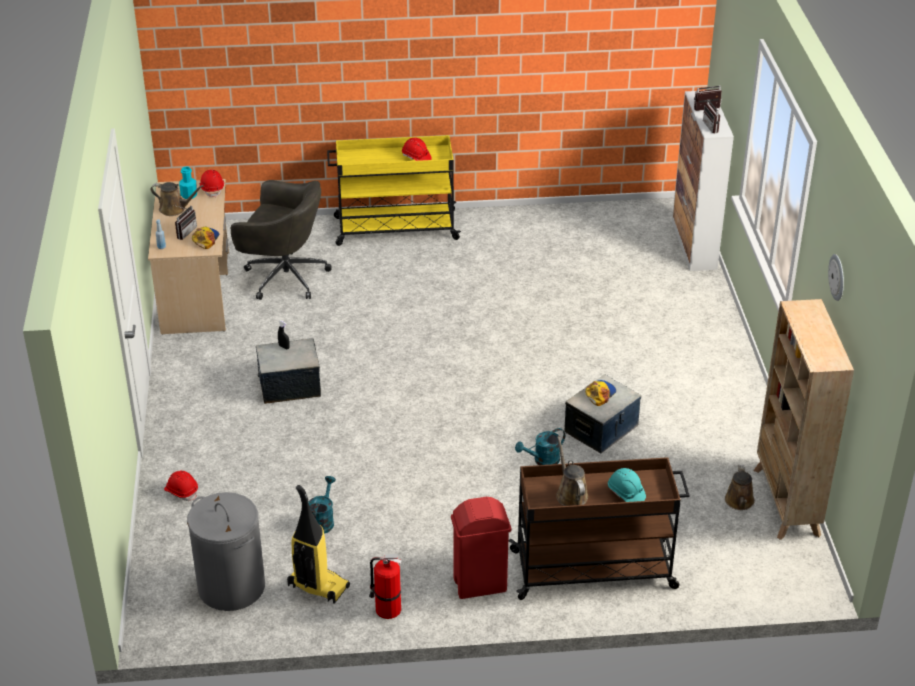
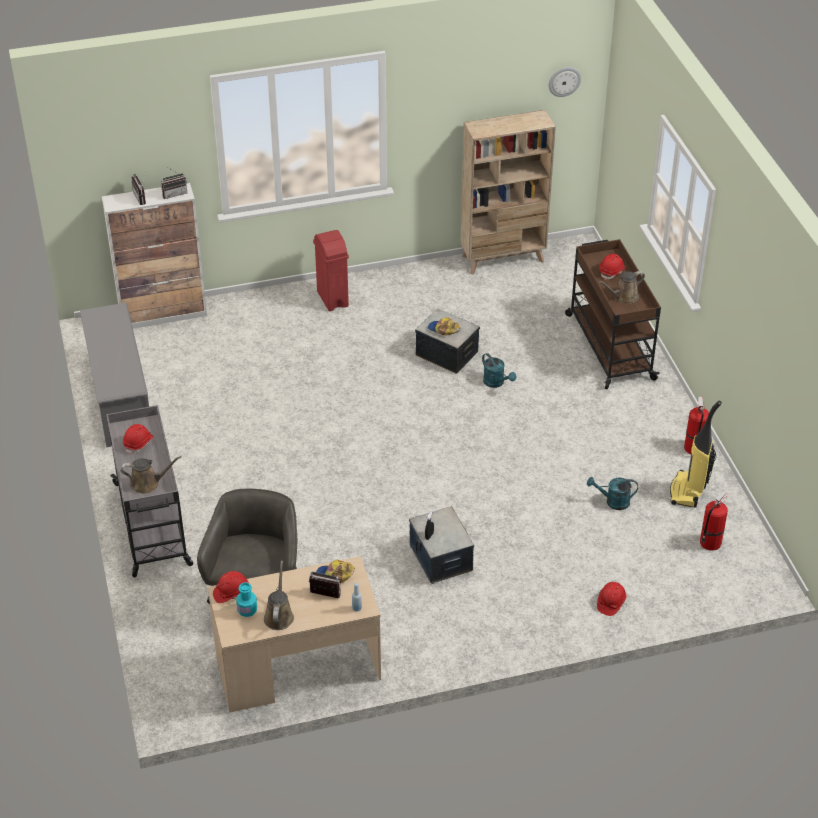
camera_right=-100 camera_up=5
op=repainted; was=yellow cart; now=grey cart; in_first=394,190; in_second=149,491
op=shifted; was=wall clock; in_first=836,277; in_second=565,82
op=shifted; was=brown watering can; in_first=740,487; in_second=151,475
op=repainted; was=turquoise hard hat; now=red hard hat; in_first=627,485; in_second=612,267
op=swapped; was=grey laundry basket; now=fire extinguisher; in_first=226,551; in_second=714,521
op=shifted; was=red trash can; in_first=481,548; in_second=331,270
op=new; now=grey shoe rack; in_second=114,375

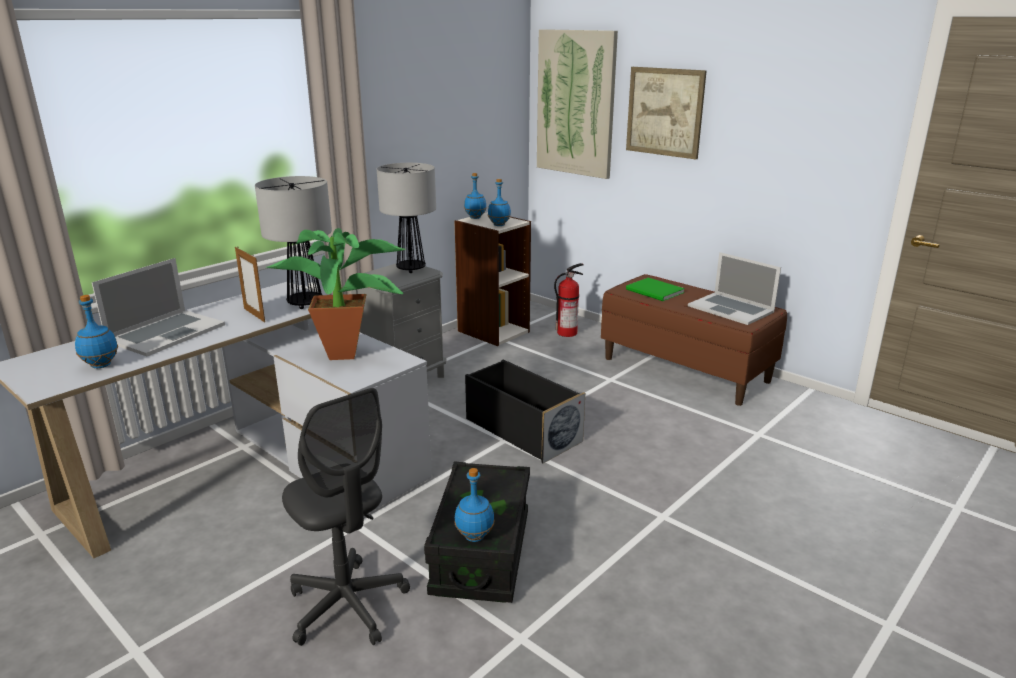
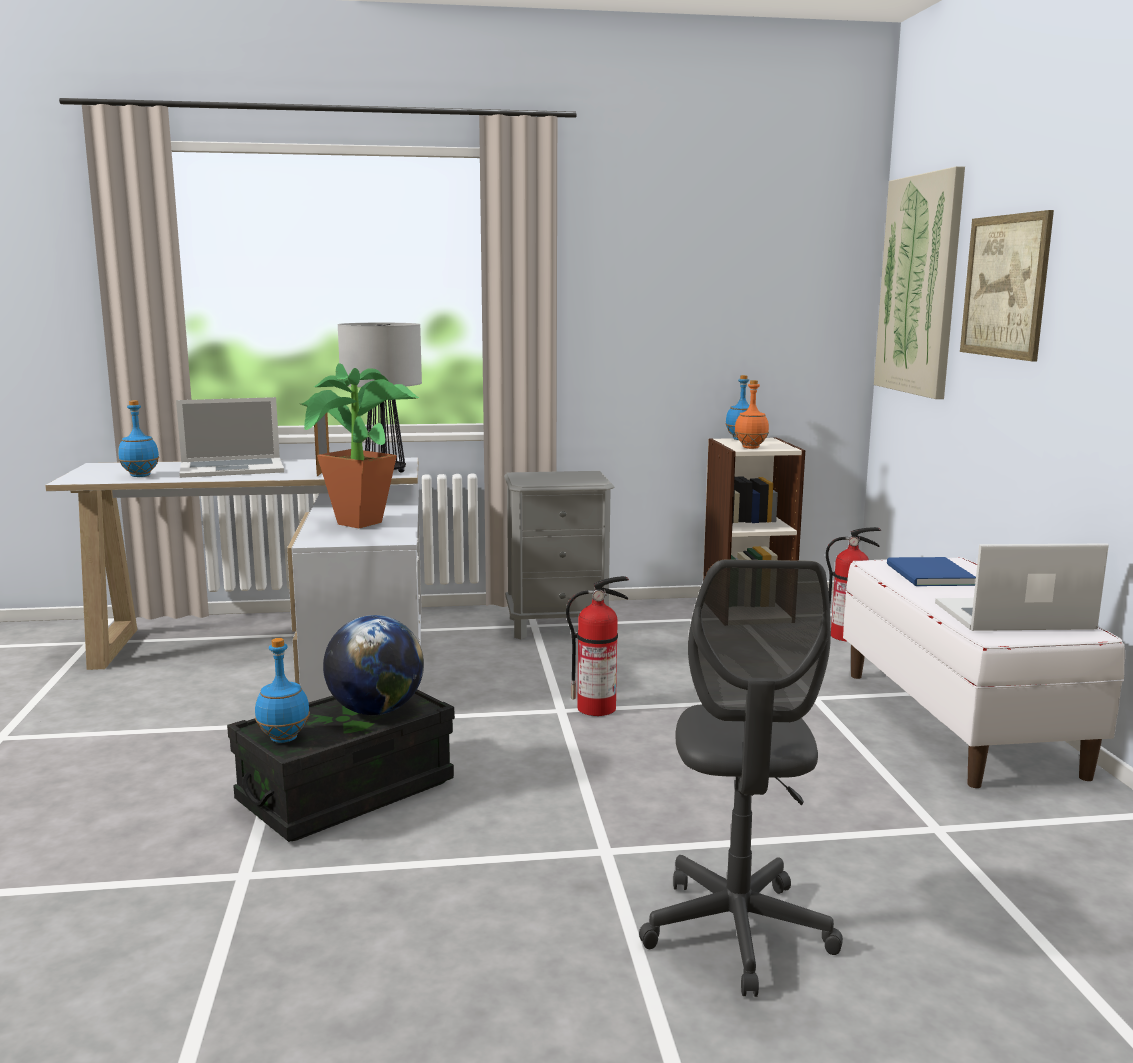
camera_right=40 camera_up=-10
op=gone; was=table lamp; in_first=406,218
op=repainted; was=blue bottle; now=orange bottle; in_first=499,202; in_second=751,414
op=rotated; was=laptop; in_first=734,288; in_second=1022,587; clockwise=90
op=repainted; was=brown bench; now=white bench; in_first=694,340; in_second=984,672
op=repainted; was=green book; now=blue book; in_first=655,289; in_second=931,571
op=swapped; was=black storage box; now=fire extinguisher; in_first=525,411; in_second=597,646
op=shifted; was=grey office chair; in_first=346,517; in_second=741,778
op=new; now=globe; in_second=373,665

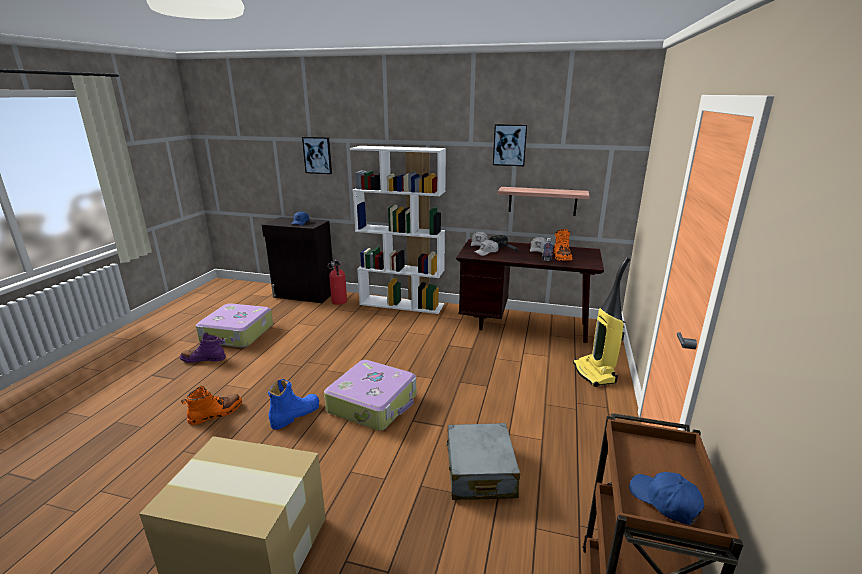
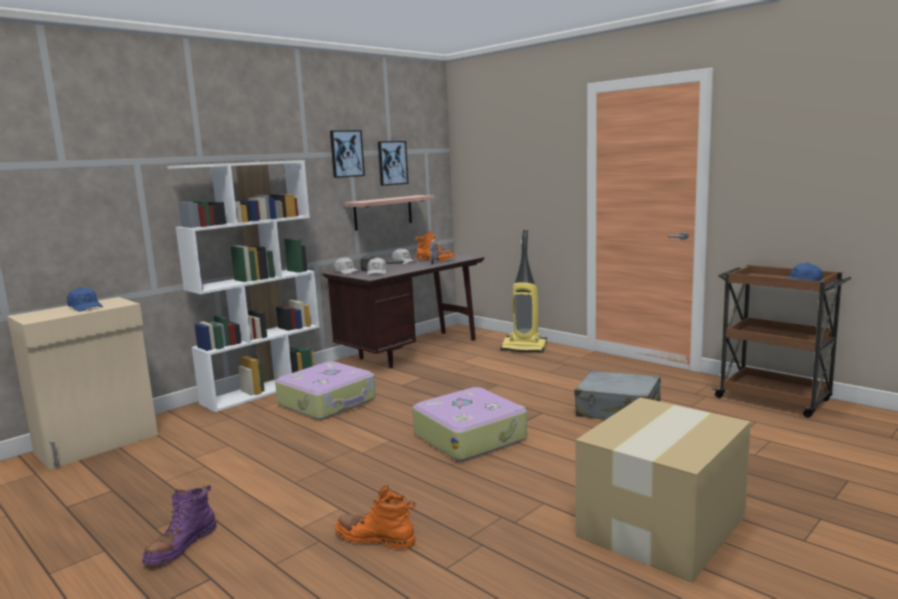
camera_right=-60 camera_up=-10
op=shifted; was=picture; in_first=317,155; in_second=393,163
op=repainted; was=black cabinet; now=beige cabinet; in_first=297,260; in_second=82,383
op=gone; was=fire extinguisher; in_first=337,282
op=shifted; was=suitcase; in_first=234,325; in_second=325,390
op=gone; was=blue boot; in_first=293,404
op=rotated; was=orange boot; in_first=211,405; in_second=375,517; clockwise=-60

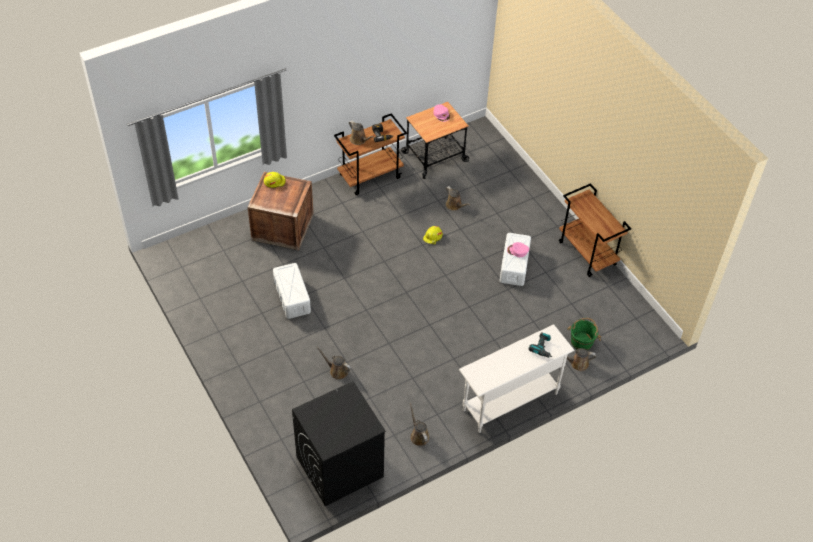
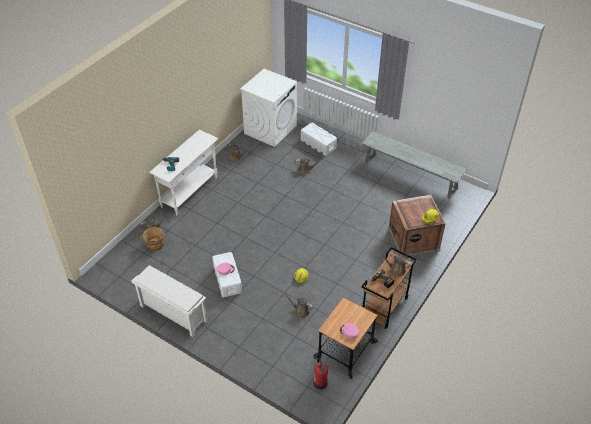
camera_right=155 camera_up=-5
op=swapped; was=brown cart; now=white shoe rack; in_first=595,230; in_second=169,301
op=shifted; was=white storage box; in_first=292,291; in_second=319,139
op=repainted; was=green bucket; now=brown bucket; in_first=584,334; in_second=153,239
op=repainted; was=black washing machine; now=white washing machine; in_first=339,443; in_second=268,108
op=new; now=grey bench; in_second=414,165
op=new; now=fire extinguisher; in_second=320,373

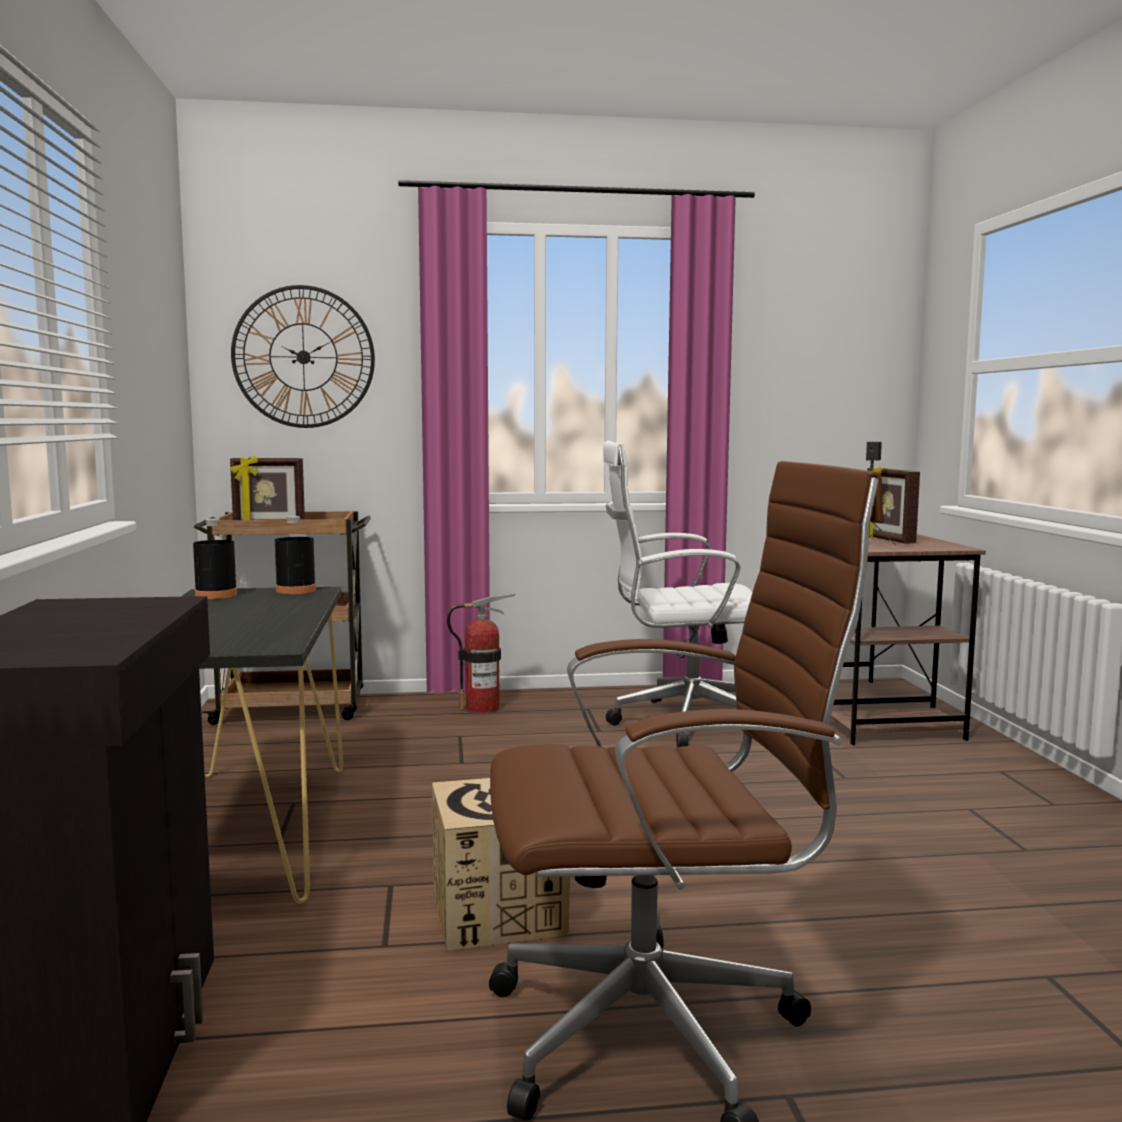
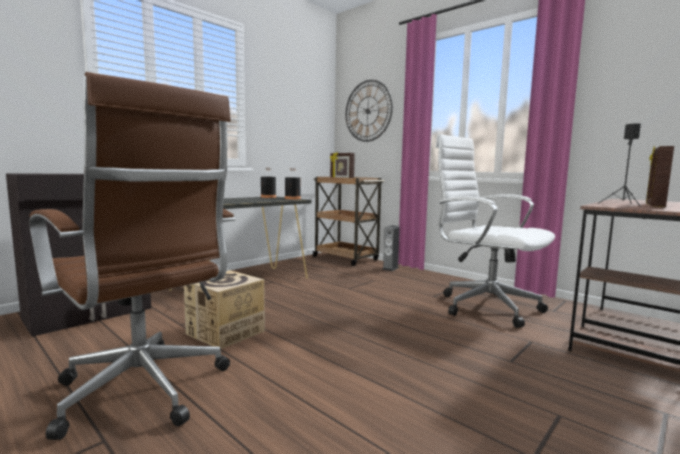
camera_right=50 camera_up=0
op=gone; was=fire extinguisher; in_first=481,653
op=new; now=speaker; in_second=391,248

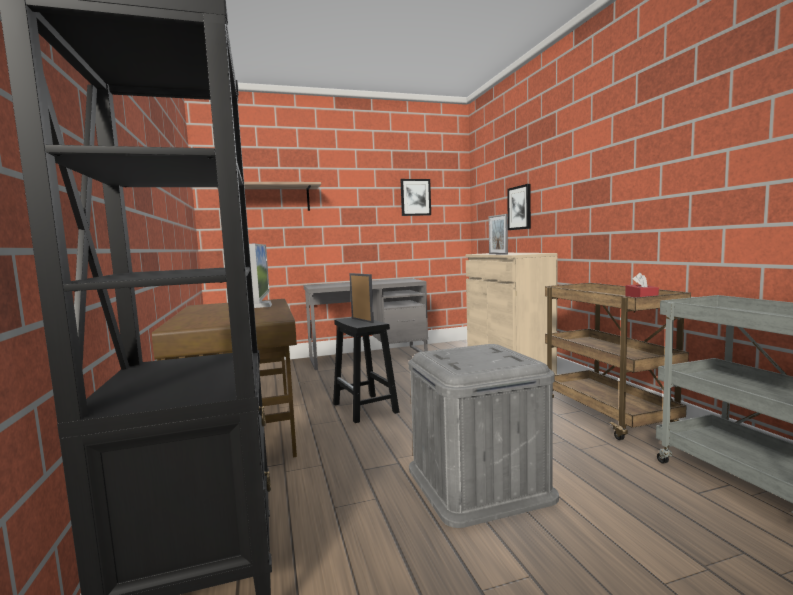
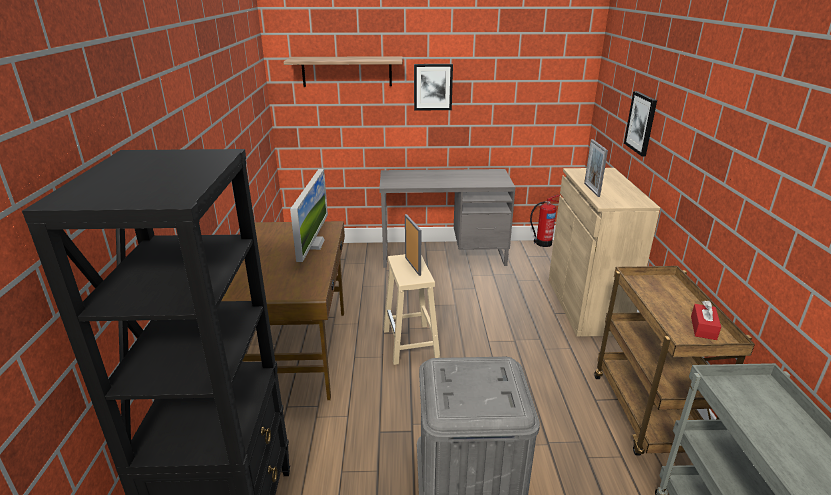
camera_right=15 camera_up=20
op=shifted; was=picture; in_first=415,197; in_second=433,87
op=repainted; was=black stool; now=beige stool; in_first=366,370; in_second=411,309
op=new; now=fire extinguisher; in_second=545,221

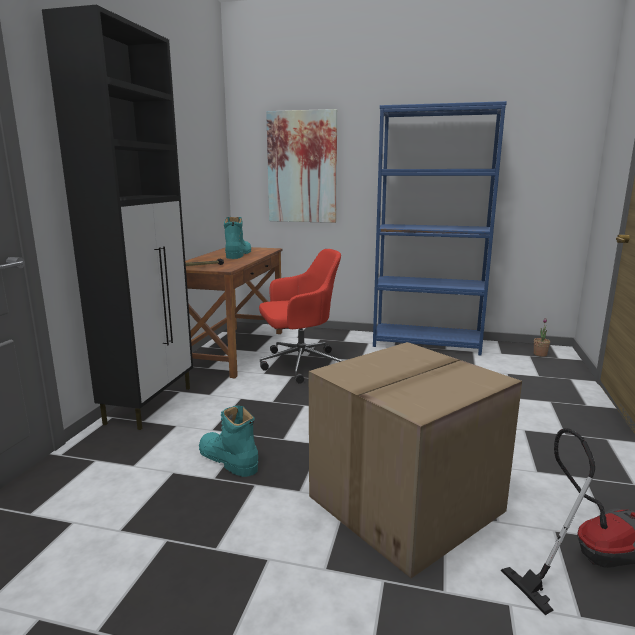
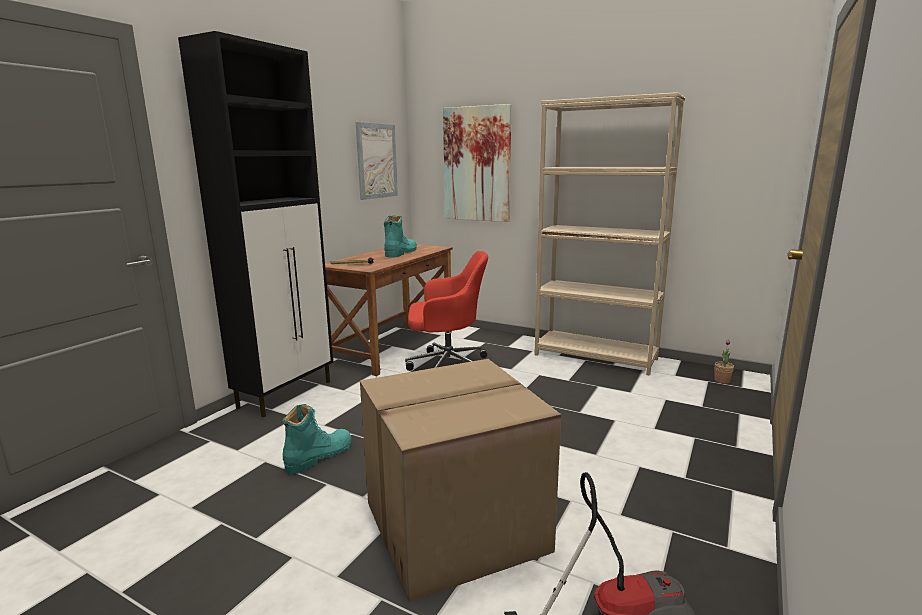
camera_right=15 camera_up=0
op=repainted; was=blue bookcase; now=beige bookcase; in_first=440,228; in_second=609,234
op=rotated; was=turquoise boot; in_first=228,441; in_second=317,439; clockwise=75
op=new; now=picture; in_second=377,161

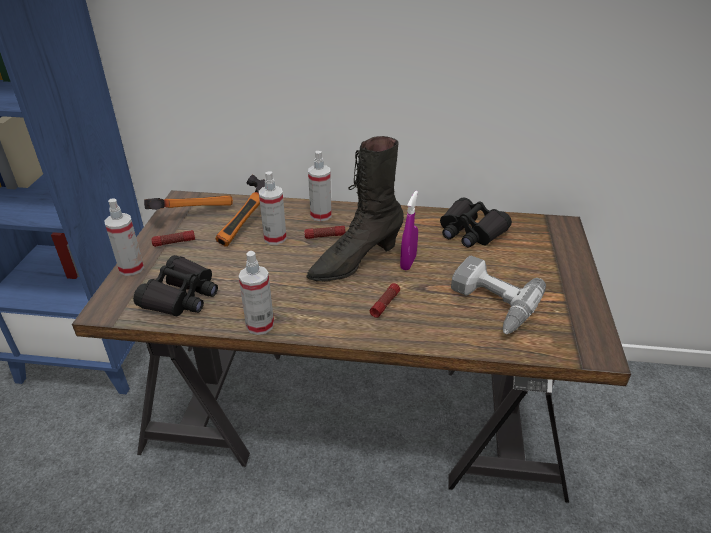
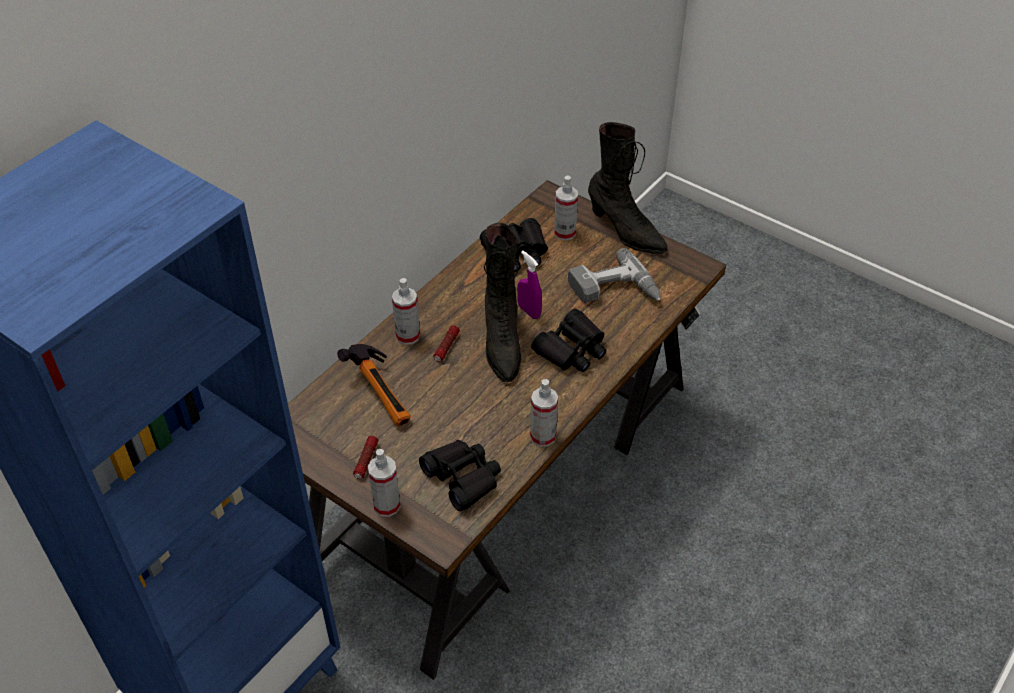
camera_right=-60 camera_up=10
op=shifted; was=spray bottle; in_first=273,208; in_second=566,208
op=gone; was=hammer; in_first=188,202
op=swapped; was=flashlight; now=black binoculars; in_first=385,300; in_second=568,340
op=new; now=black boot; in_second=627,188

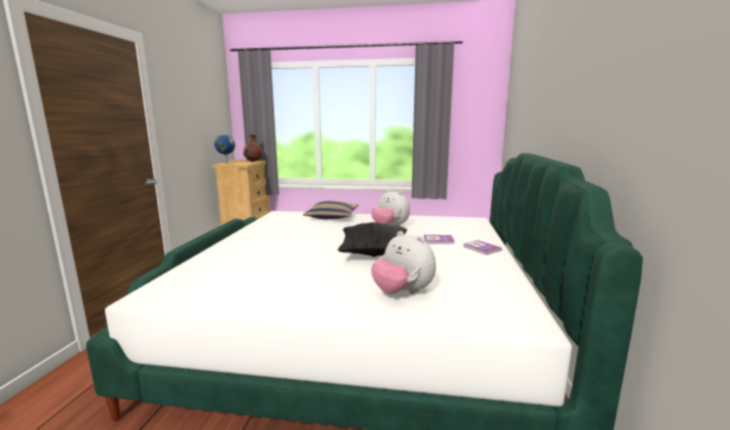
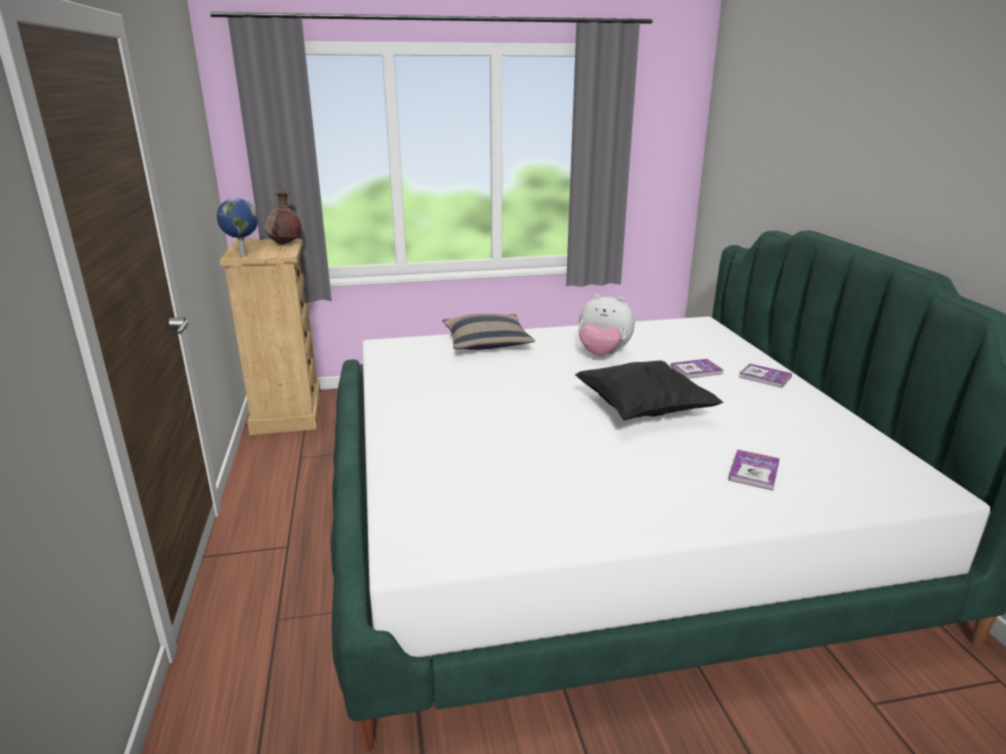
camera_right=-20 camera_up=10
op=swapped; was=plush toy; now=book; in_first=403,263; in_second=754,470

